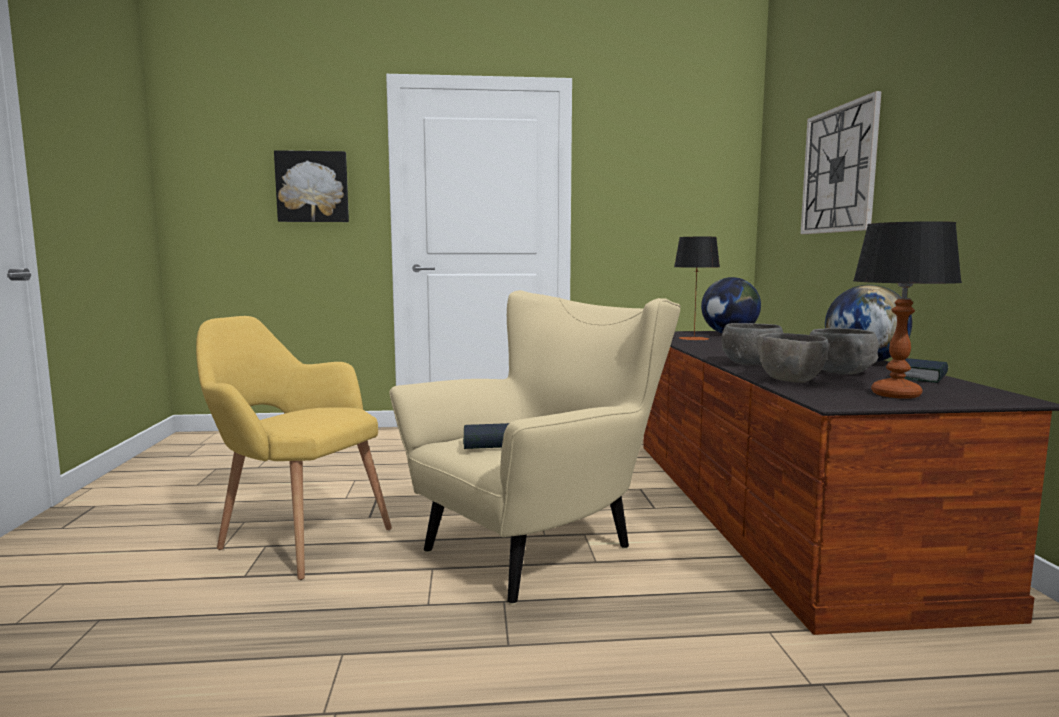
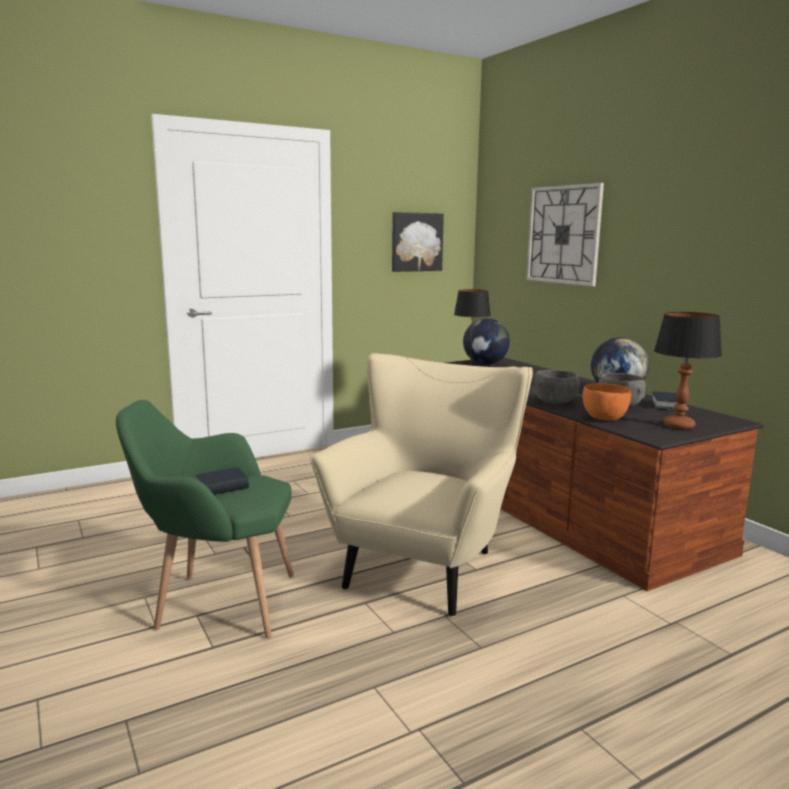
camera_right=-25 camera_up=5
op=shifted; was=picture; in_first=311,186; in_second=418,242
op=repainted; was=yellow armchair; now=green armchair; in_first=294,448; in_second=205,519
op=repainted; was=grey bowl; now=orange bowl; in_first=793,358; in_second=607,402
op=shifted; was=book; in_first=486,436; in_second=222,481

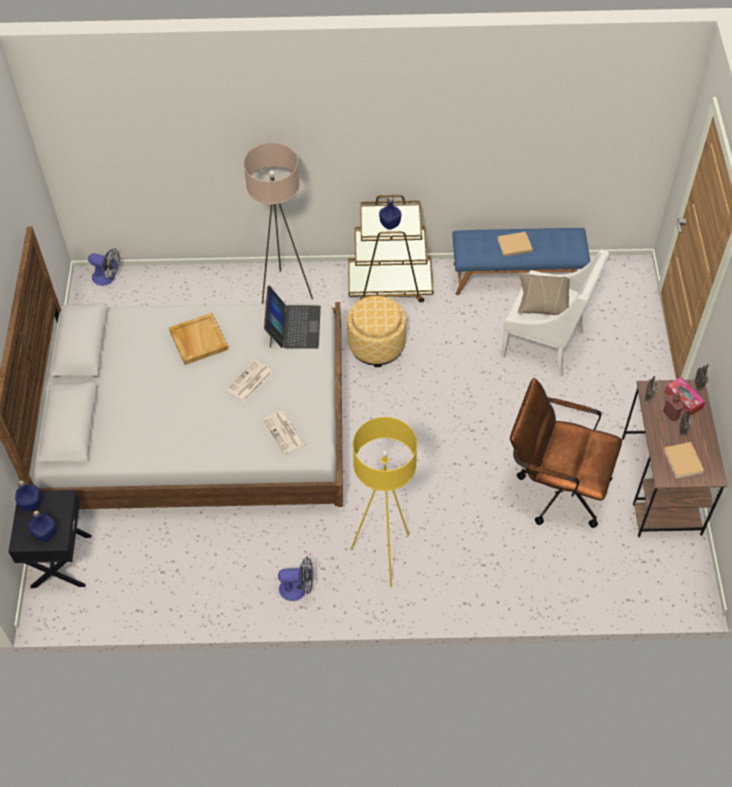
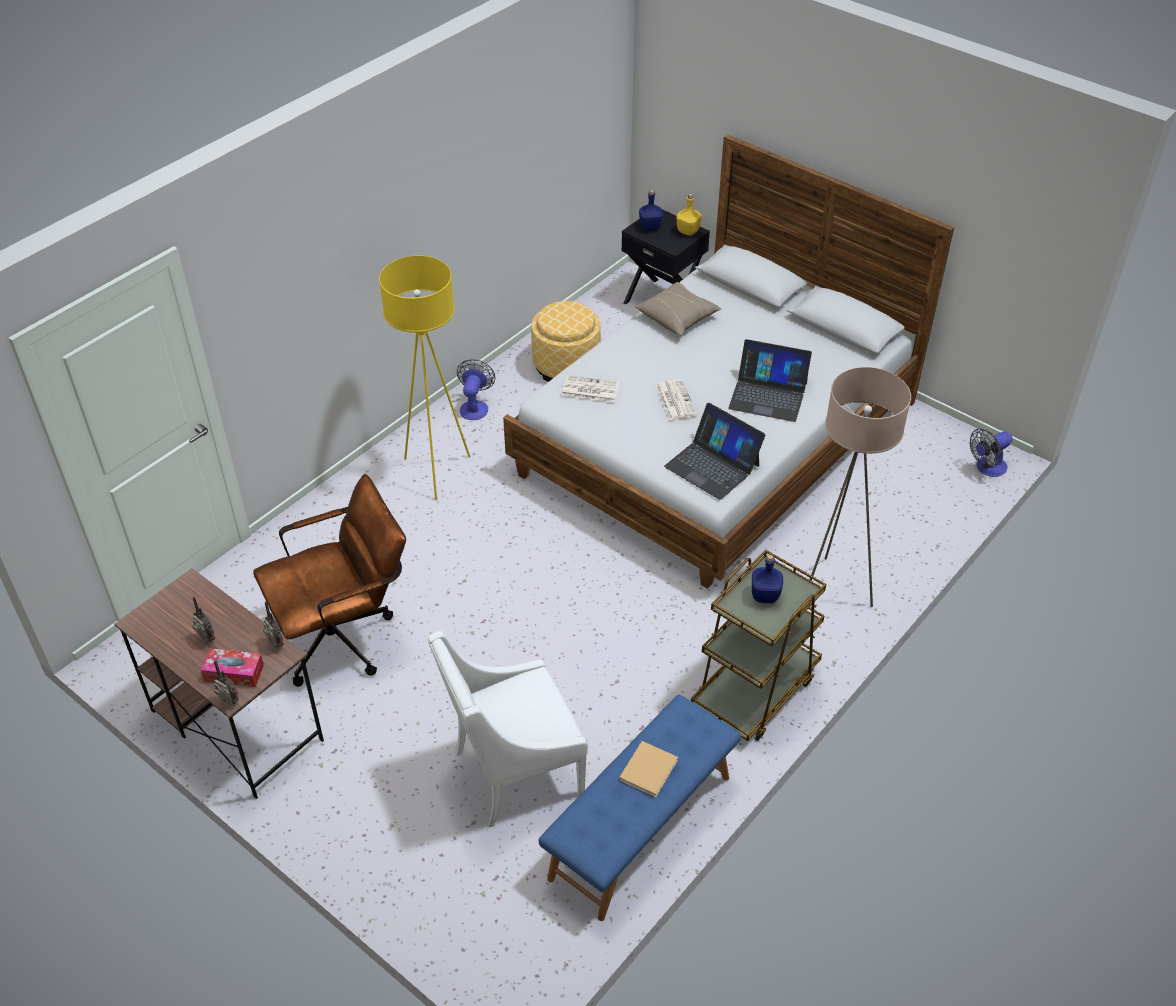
camera_right=130 camera_up=-10
op=shifted; was=beige pillow; in_first=544,294; in_second=678,308
op=shifted; was=ottoman; in_first=376,331; in_second=566,341
op=swapped; was=beige tray; now=laptop; in_first=199,339; in_second=770,380
op=gone; was=red bottle; in_first=673,407
op=gone; was=beige book; in_first=684,460
op=repainted; was=blue bottle; now=yellow bottle; in_first=28,495; in_second=689,215
op=rotated; was=fan; in_first=295,578; in_second=476,389; clockwise=150

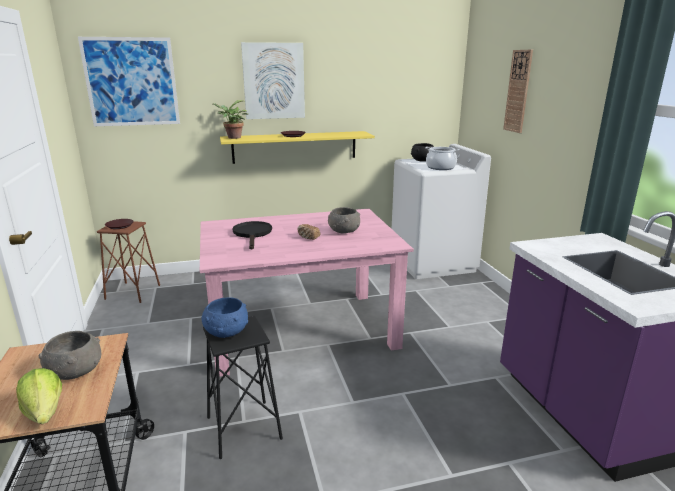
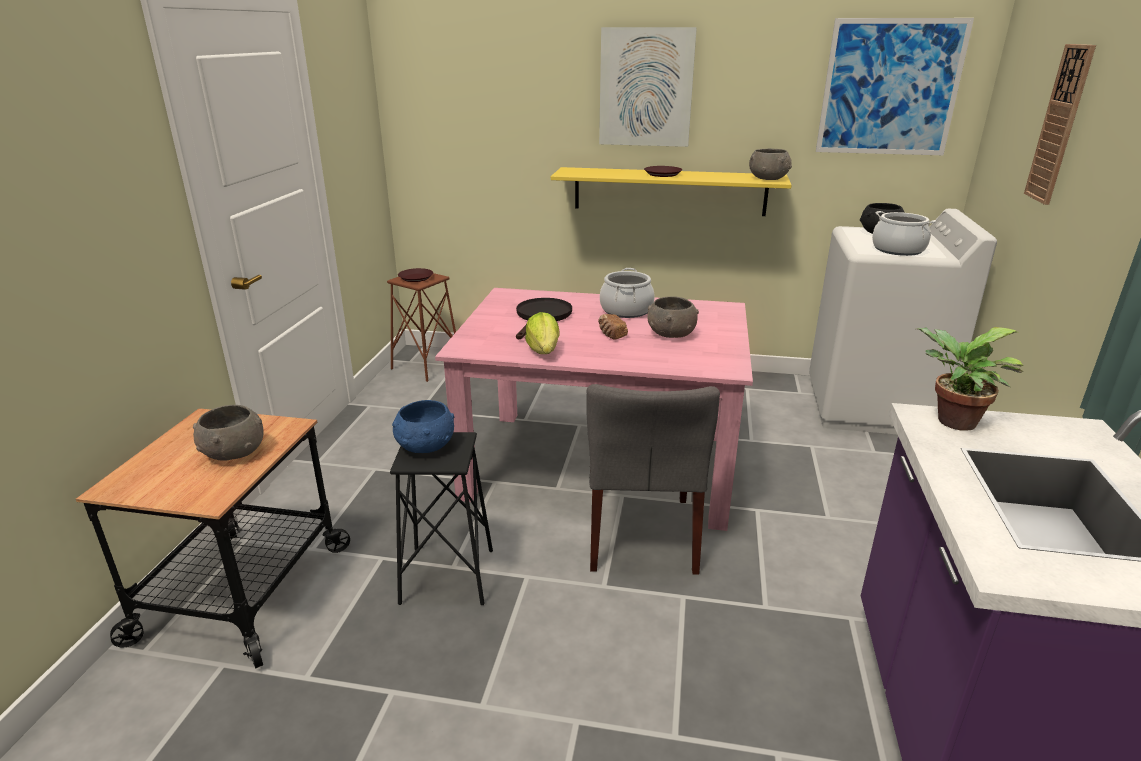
camera_right=25 camera_up=5
op=shifted; was=picture; in_first=129,81; in_second=895,86
op=shifted; was=potted plant; in_first=230,119; in_second=970,379
op=shifted; was=lettuce; in_first=39,396; in_second=542,333
op=new; now=grey bowl; in_second=770,164
op=new; now=cooking pot; in_second=627,293
op=new; now=grey chair; in_second=653,479

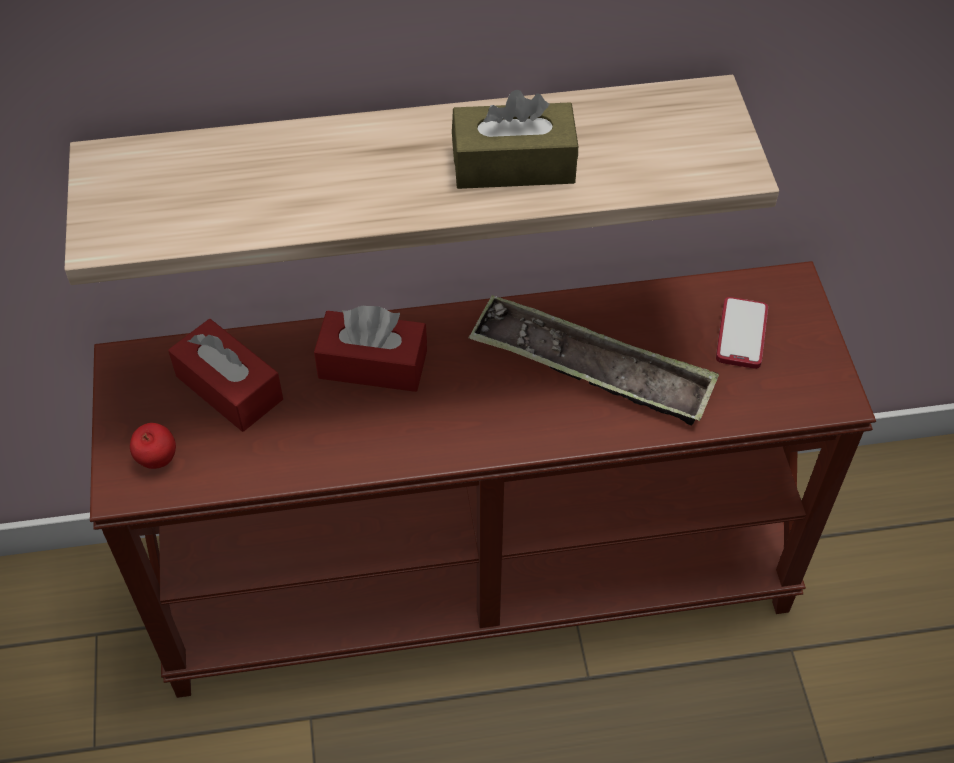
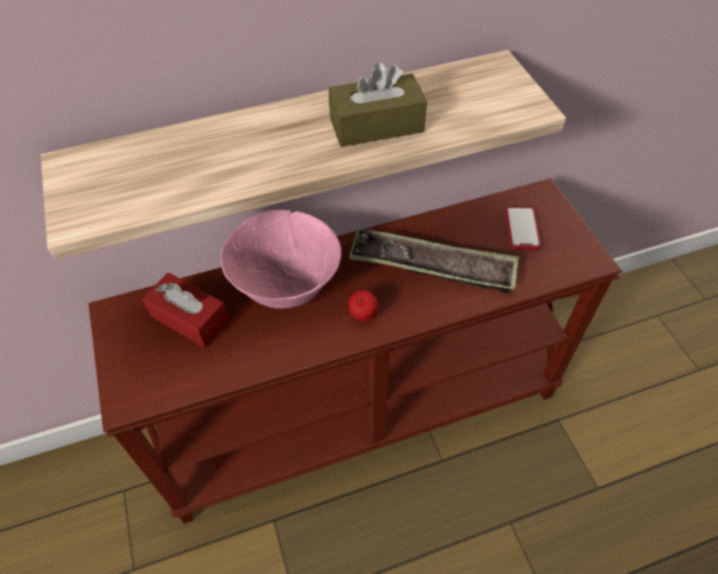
camera_right=-10 camera_up=0
op=swapped; was=red tissue box; now=pink bowl; in_first=370,349; in_second=281,259
op=shifted; was=apple; in_first=153,446; in_second=363,305

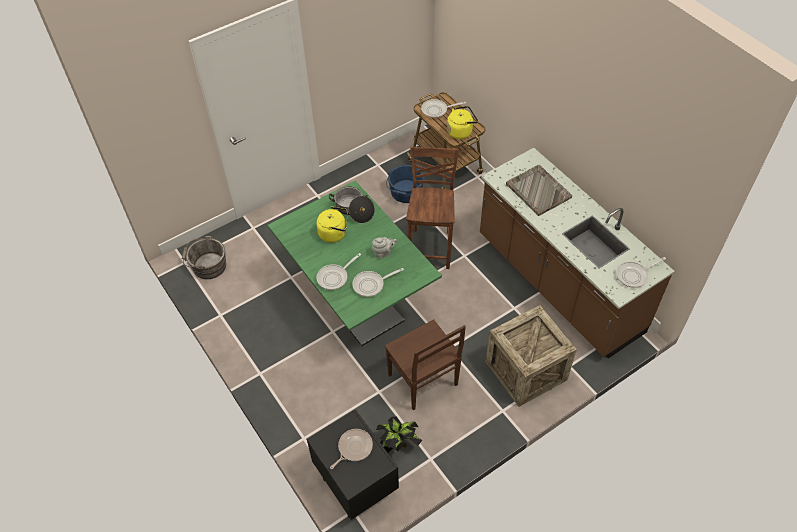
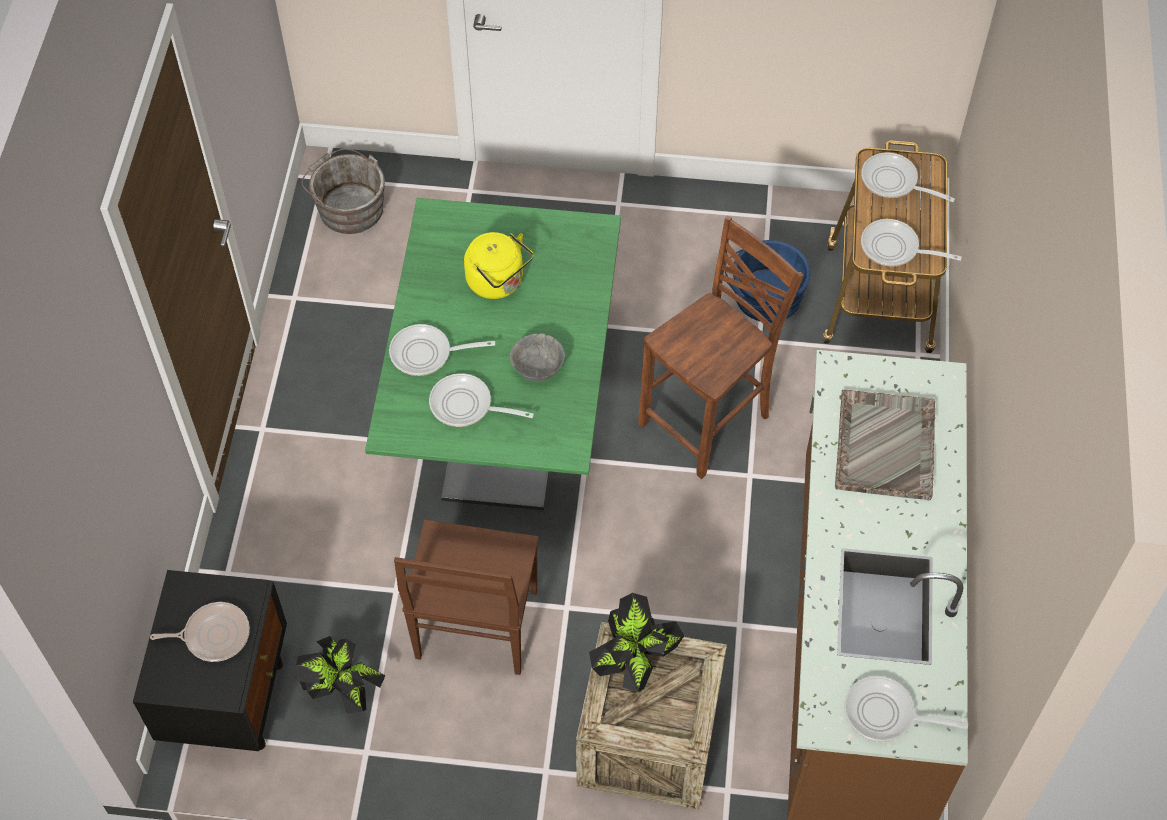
camera_right=40 camera_up=5
op=swapped; was=yellow kettle; now=frying pan; in_first=462,122; in_second=911,243
op=gone; was=cooking pot; in_first=352,204
op=swapped; was=grey teapot; now=grey bowl; in_first=384,248; in_second=537,357
op=new; now=potted plant; in_second=637,643

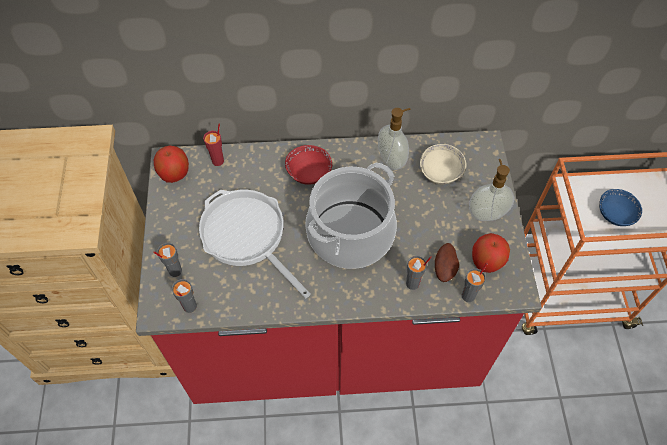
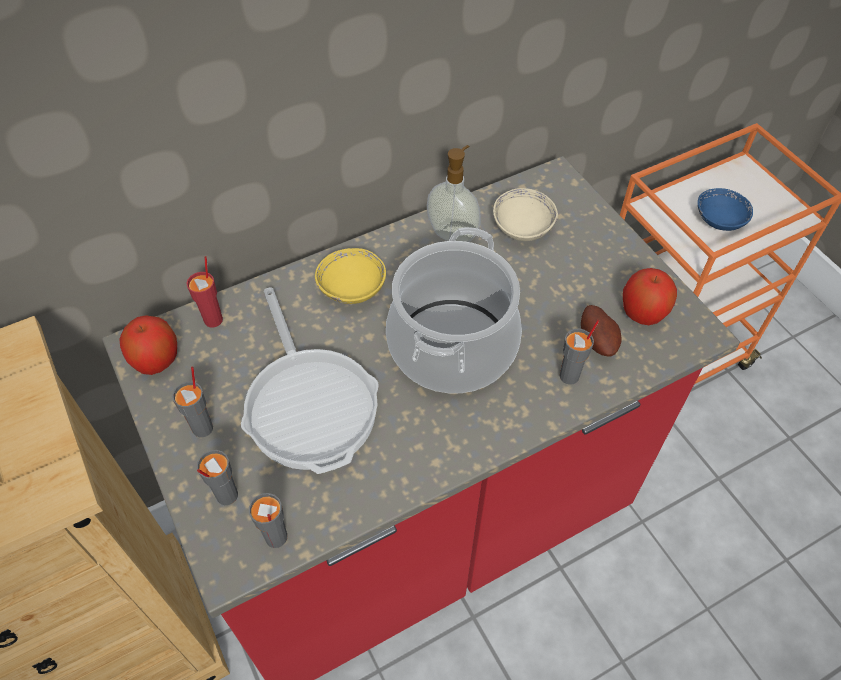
camera_right=-25 camera_up=-5
op=repainted; was=red bowl; now=yellow bowl; in_first=308,165; in_second=350,276
op=gone; was=soap dispenser; in_first=491,190
op=rotated; was=frying pan; in_first=255,243; in_second=310,380; clockwise=-135
op=shifted; was=grey cup; in_first=475,282; in_second=192,402

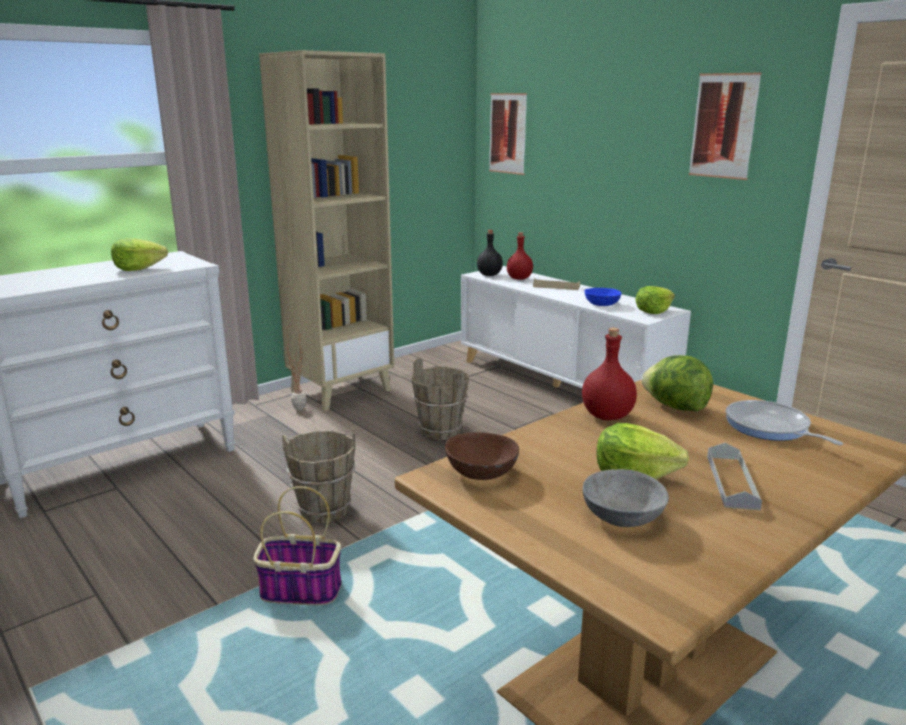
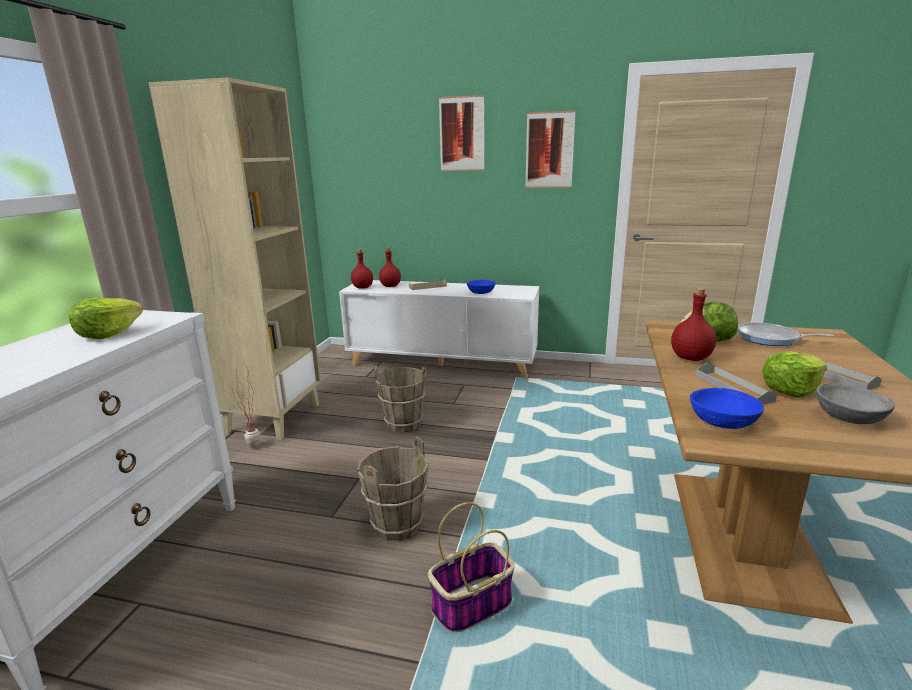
camera_right=-35 camera_up=0
op=shifted; was=picture; in_first=508,134; in_second=461,133
op=repainted; was=black bottle; now=red bottle; in_first=490,253; in_second=362,269
op=gone; was=lettuce; in_first=655,300
op=repainted; was=brown bowl; now=blue bowl; in_first=482,456; in_second=727,408
op=new; now=grey tray; in_second=736,383

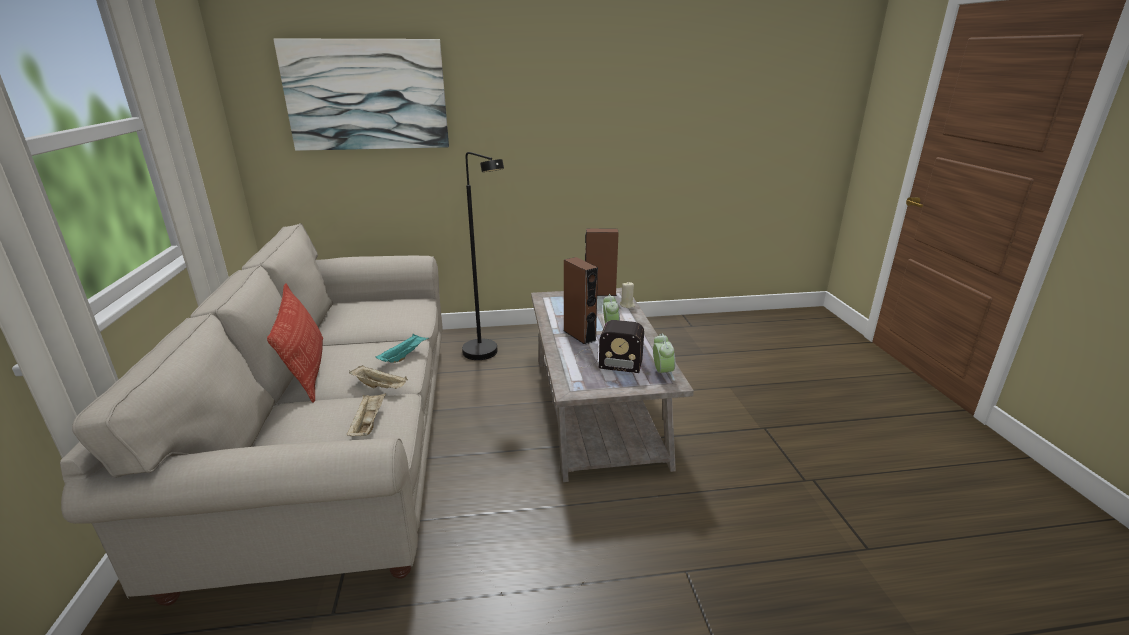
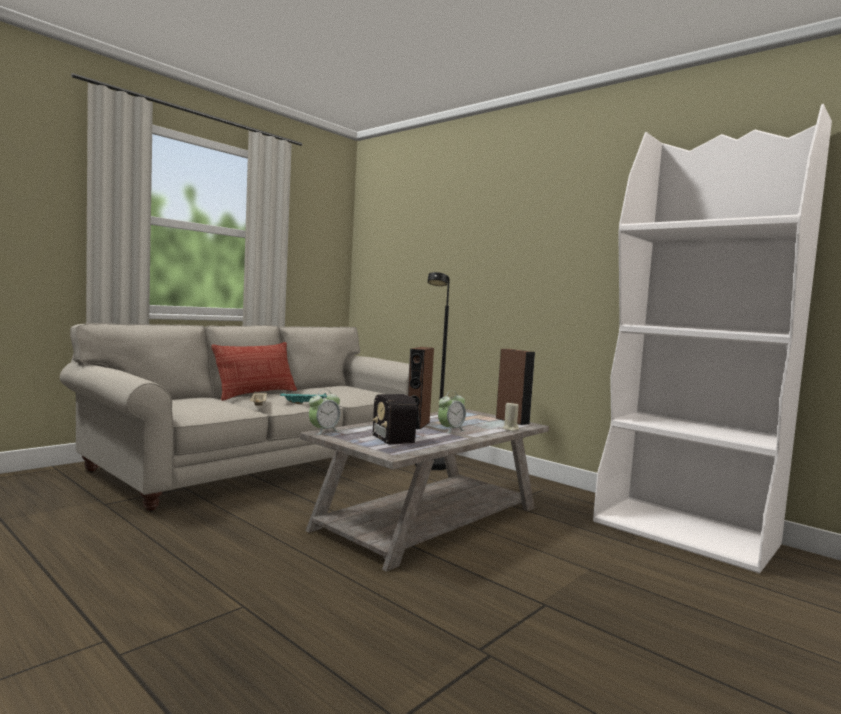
camera_right=50 camera_up=-20
op=gone; was=picture; in_first=361,94
op=shifted; was=alarm clock; in_first=664,357; in_second=325,412
op=gone; was=beige tray; in_first=366,414
op=new; now=white bookcase; in_second=712,339

